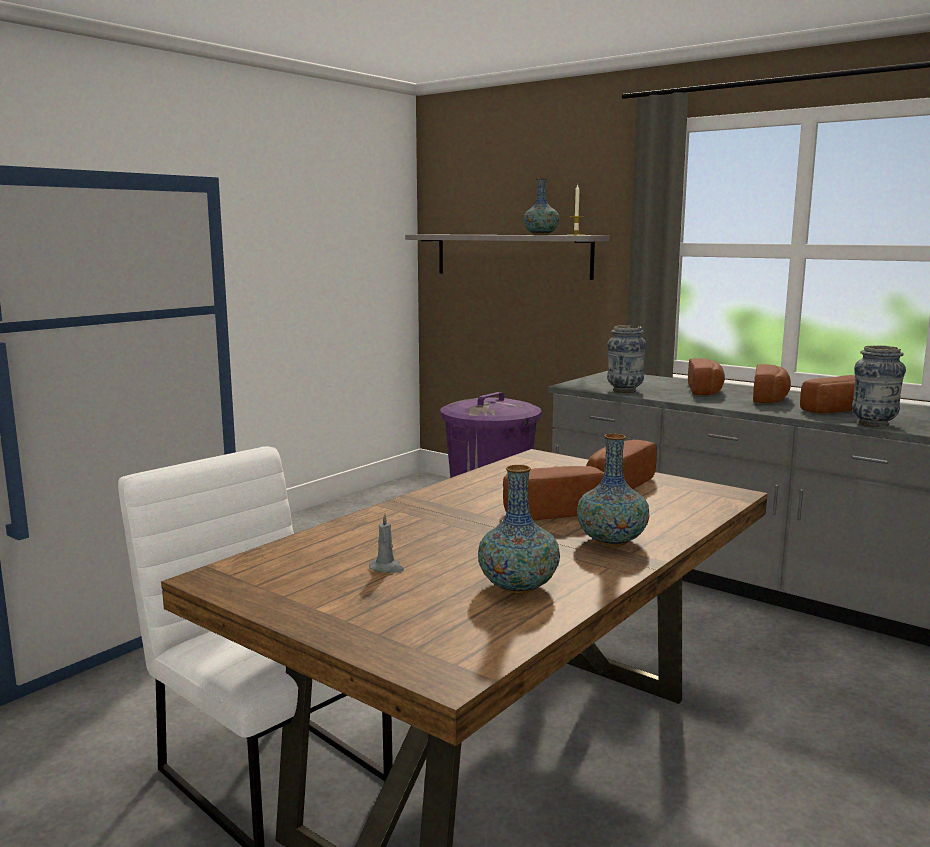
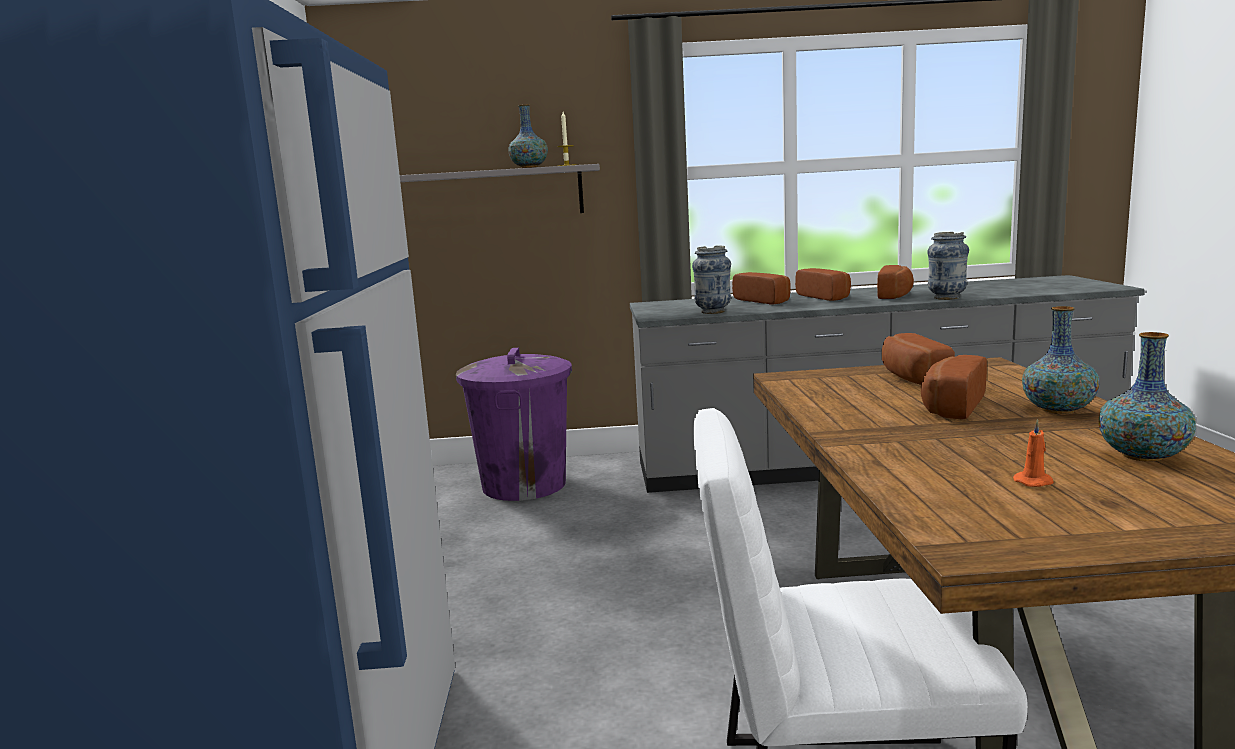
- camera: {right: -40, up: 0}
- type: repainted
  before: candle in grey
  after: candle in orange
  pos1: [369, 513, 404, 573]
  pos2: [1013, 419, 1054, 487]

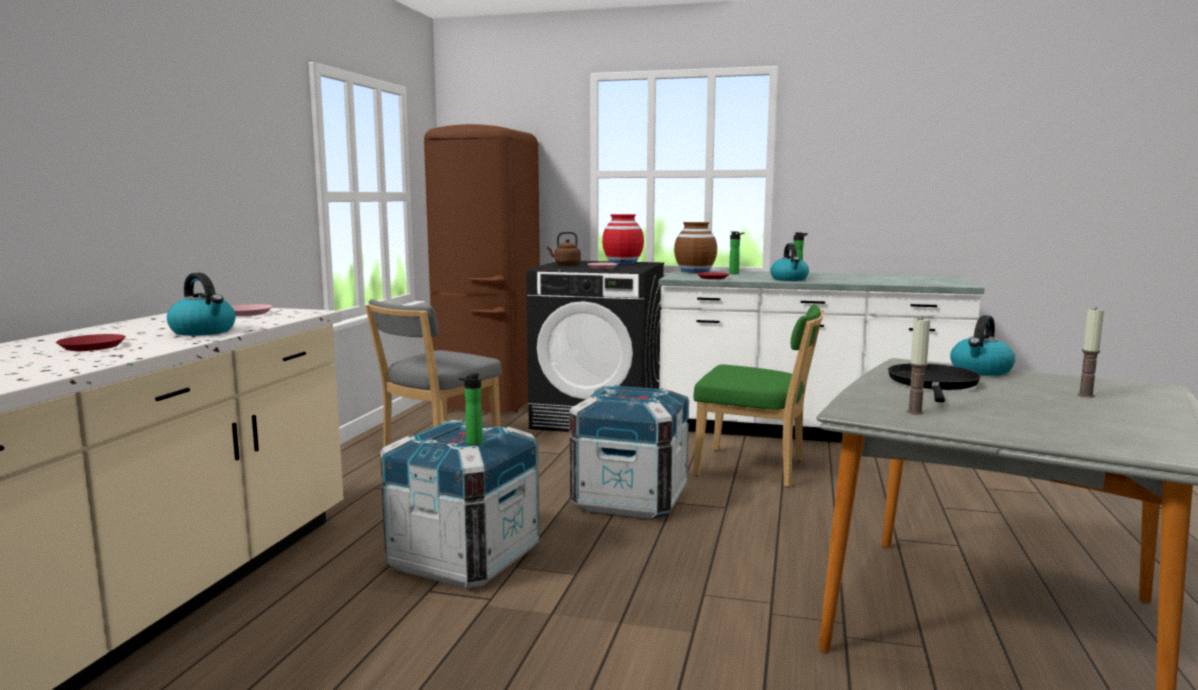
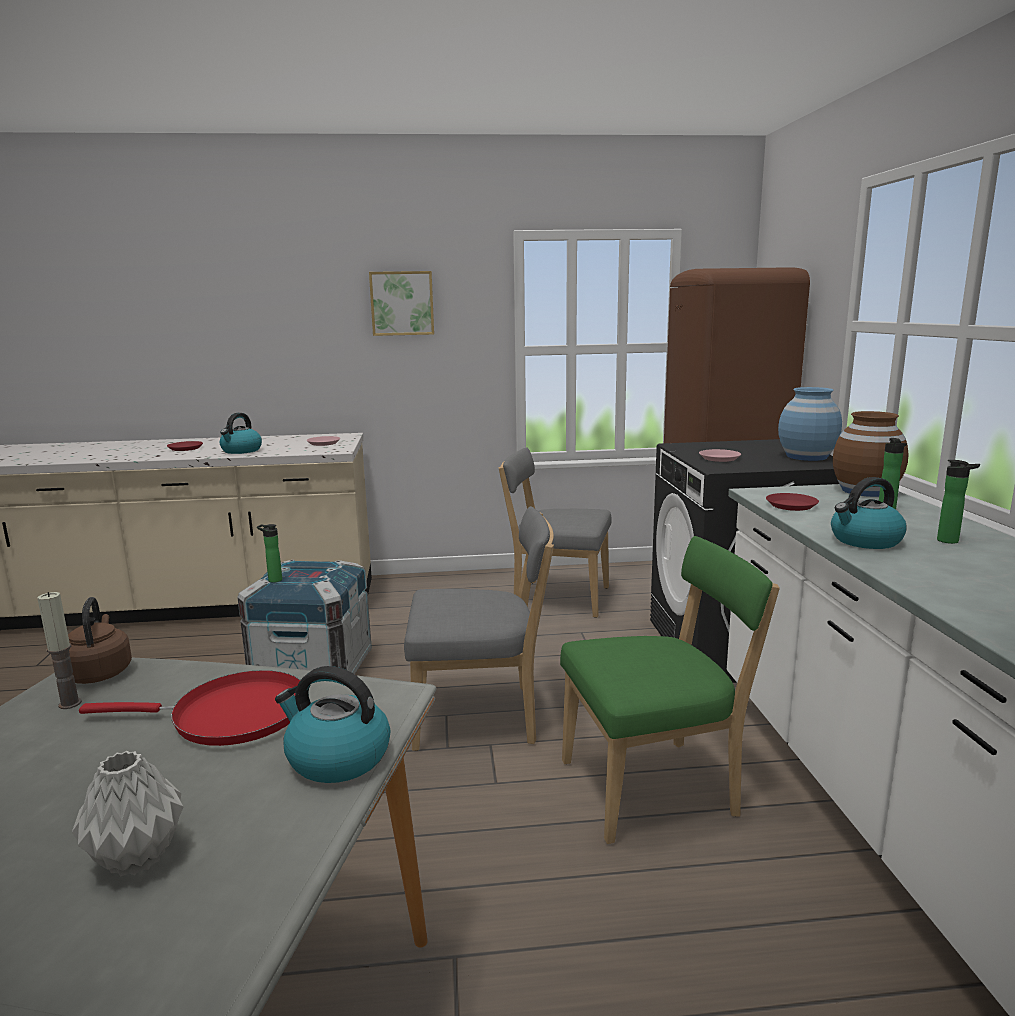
- camera: {right: 70, up: 5}
- type: new
  after: picture
  pos2: [369, 271, 434, 336]
- type: shifted
  before: kettle in brown
  pos1: [547, 232, 581, 265]
  pos2: [68, 597, 132, 684]
- type: swapped
  before: crate
  after: chair in grey
  pos1: [569, 385, 689, 519]
  pos2: [404, 506, 554, 751]
- type: swapped
  before: candle
  after: vase in grey
  pos1: [1077, 307, 1104, 397]
  pos2: [72, 751, 183, 876]
- type: repainted
  before: vase in red
  after: vase in blue
  pos1: [602, 214, 644, 264]
  pos2: [778, 387, 842, 461]
- type: repainted
  before: frying pan in black
  after: frying pan in red
  pos1: [888, 363, 981, 402]
  pos2: [79, 670, 300, 746]
- type: rotated
  before: chair in green
  pos1: [693, 304, 824, 487]
  pos2: [560, 536, 780, 844]
  turn: -105

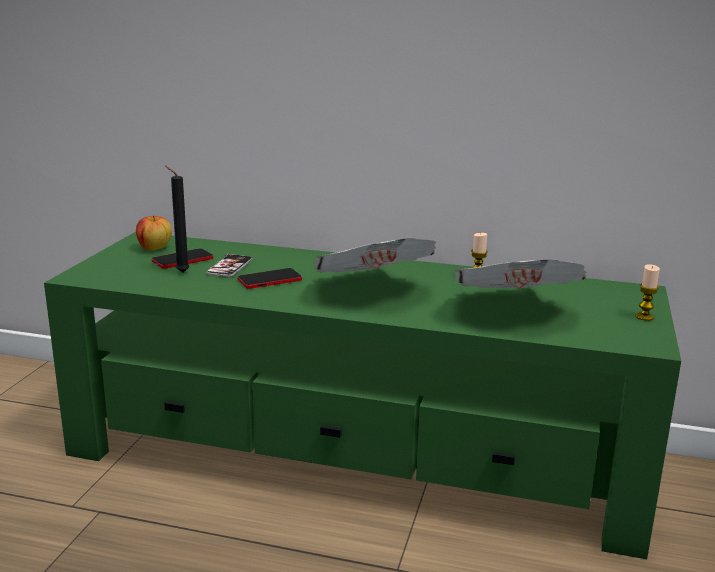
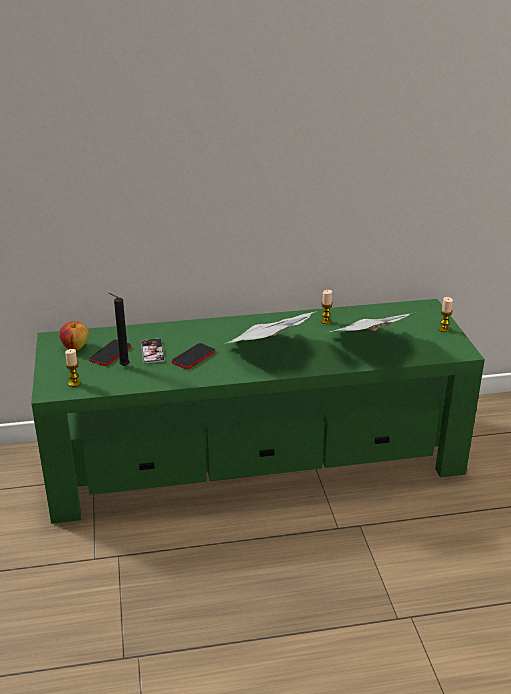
- camera: {right: -25, up: 10}
- type: new
  after: candle
  pos2: [65, 349, 81, 387]

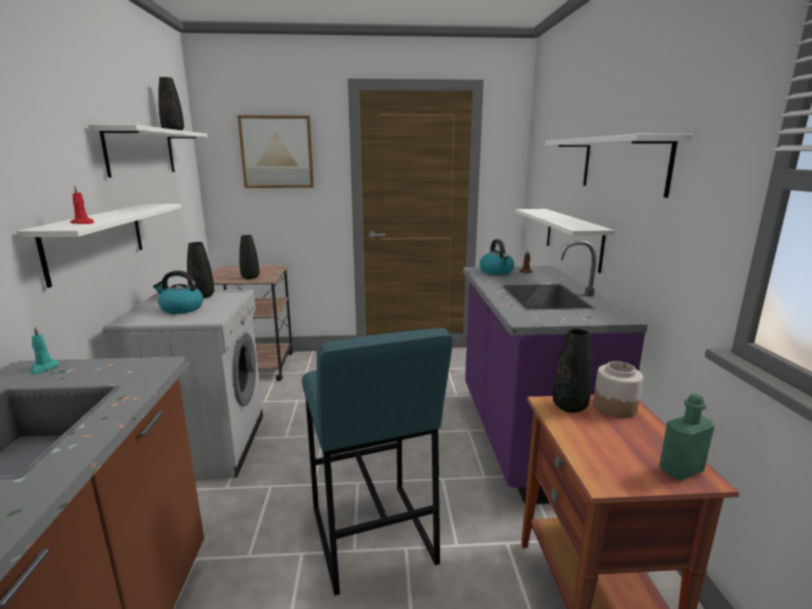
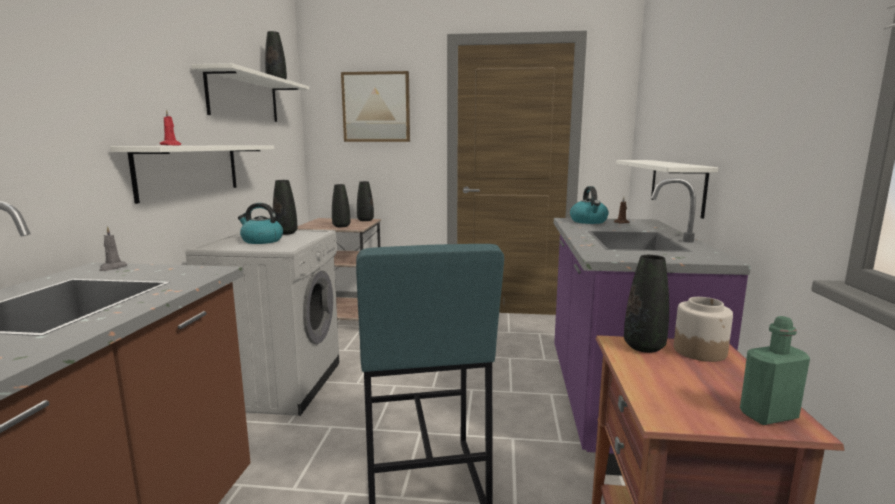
- camera: {right: 10, up: -5}
- type: gone
  before: shelf in white
  pos1: [545, 134, 693, 198]
- type: new
  after: vase in black
  pos2: [357, 181, 374, 221]
- type: repainted
  before: candle in turquoise
  after: candle in grey
  pos1: [30, 326, 60, 374]
  pos2: [99, 226, 128, 271]

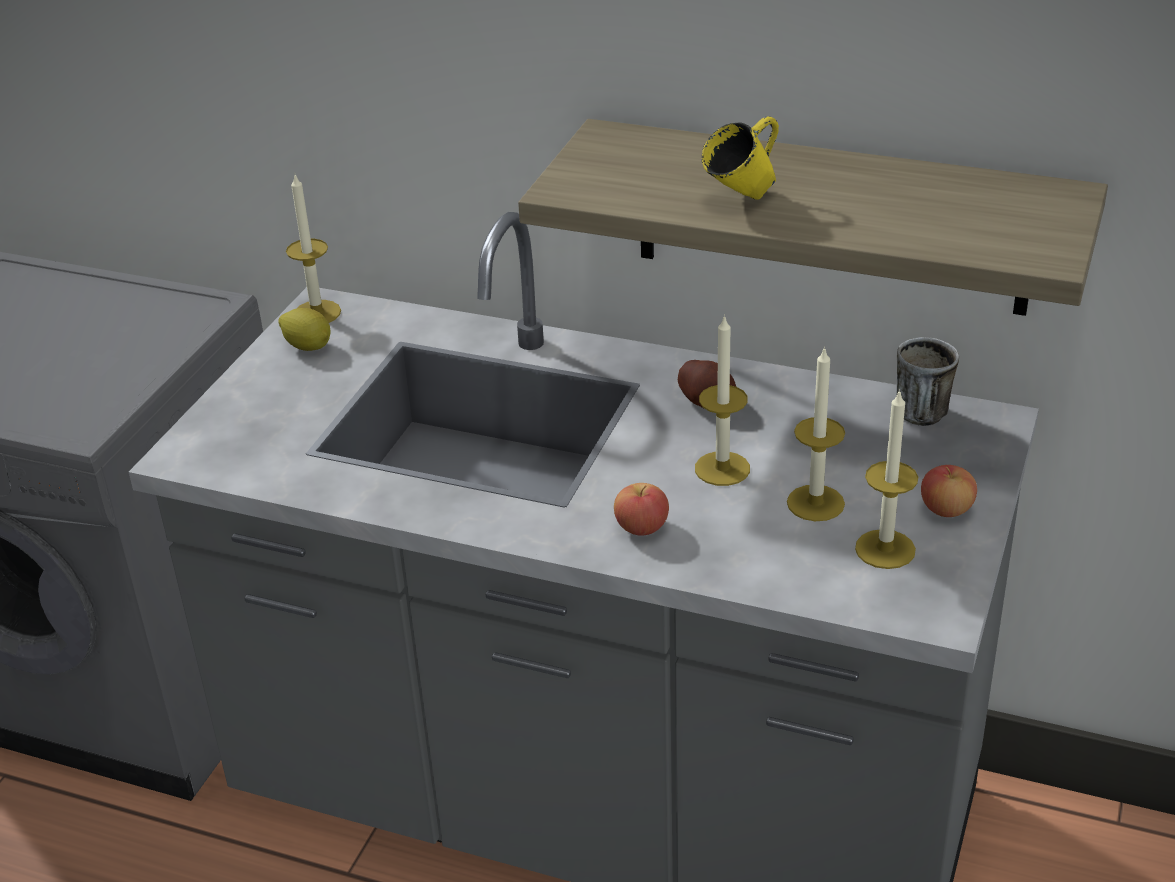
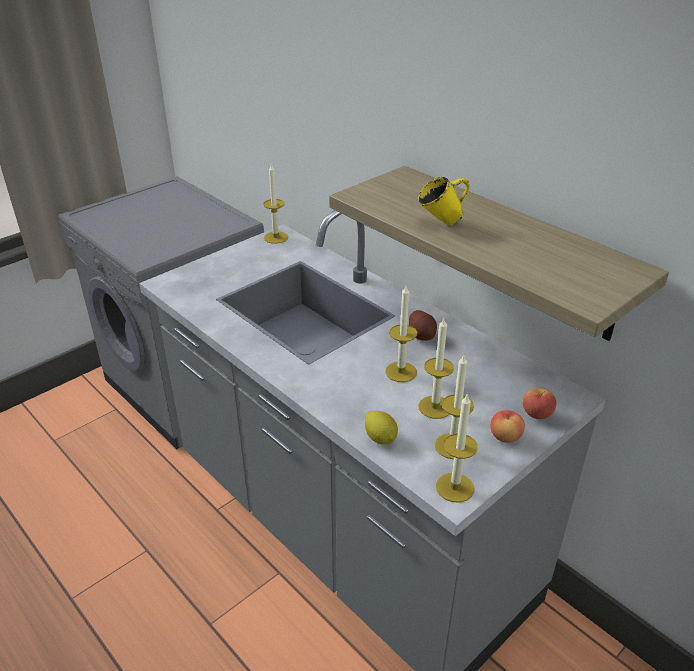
- camera: {right: 25, up: 0}
- type: gone
  before: mug
  pos1: [896, 337, 959, 426]
- type: new
  after: candle
  pos2: [436, 393, 478, 503]
- type: shifted
  before: lemon
  pos1: [278, 308, 330, 351]
  pos2: [365, 411, 398, 445]
- type: shifted
  before: apple
  pos1: [614, 483, 669, 536]
  pos2: [523, 388, 556, 419]

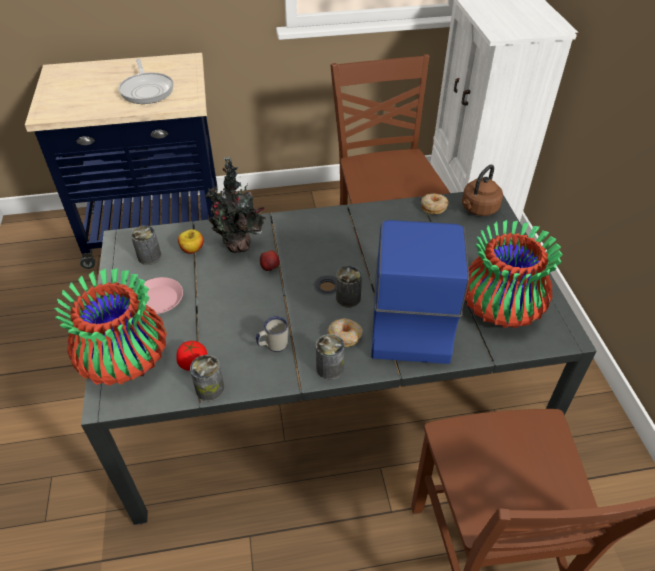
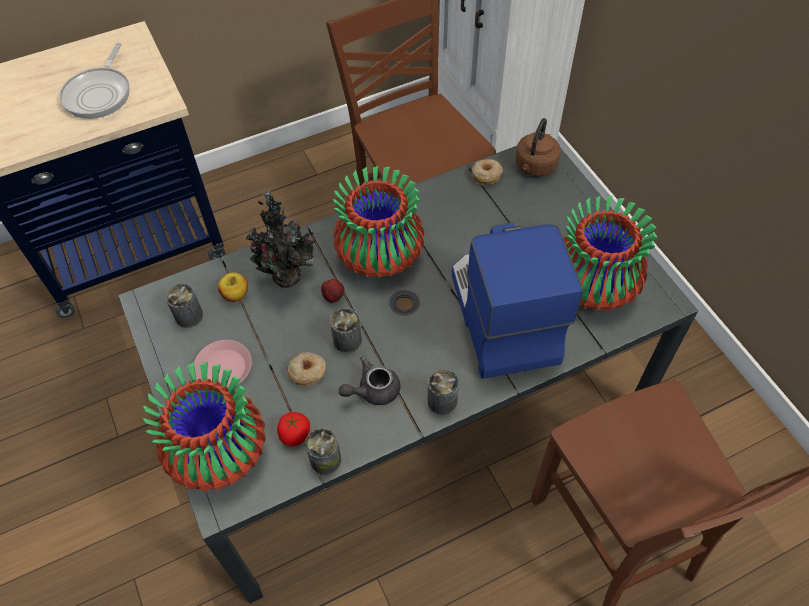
- camera: {right: -15, up: 10}
- type: new
  after: vase
  pos2: [332, 166, 424, 277]
- type: shifted
  before: donut
  pos1: [328, 318, 363, 347]
  pos2: [287, 352, 326, 386]
- type: shifted
  before: can
  pos1: [336, 266, 362, 308]
  pos2: [330, 308, 362, 353]
- type: swapped
  before: mug in white
  after: teapot in grey
  pos1: [256, 316, 288, 352]
  pos2: [339, 356, 400, 405]
- type: rotated
  before: frying pan
  pos1: [118, 59, 174, 104]
  pos2: [59, 43, 130, 119]
  turn: 45

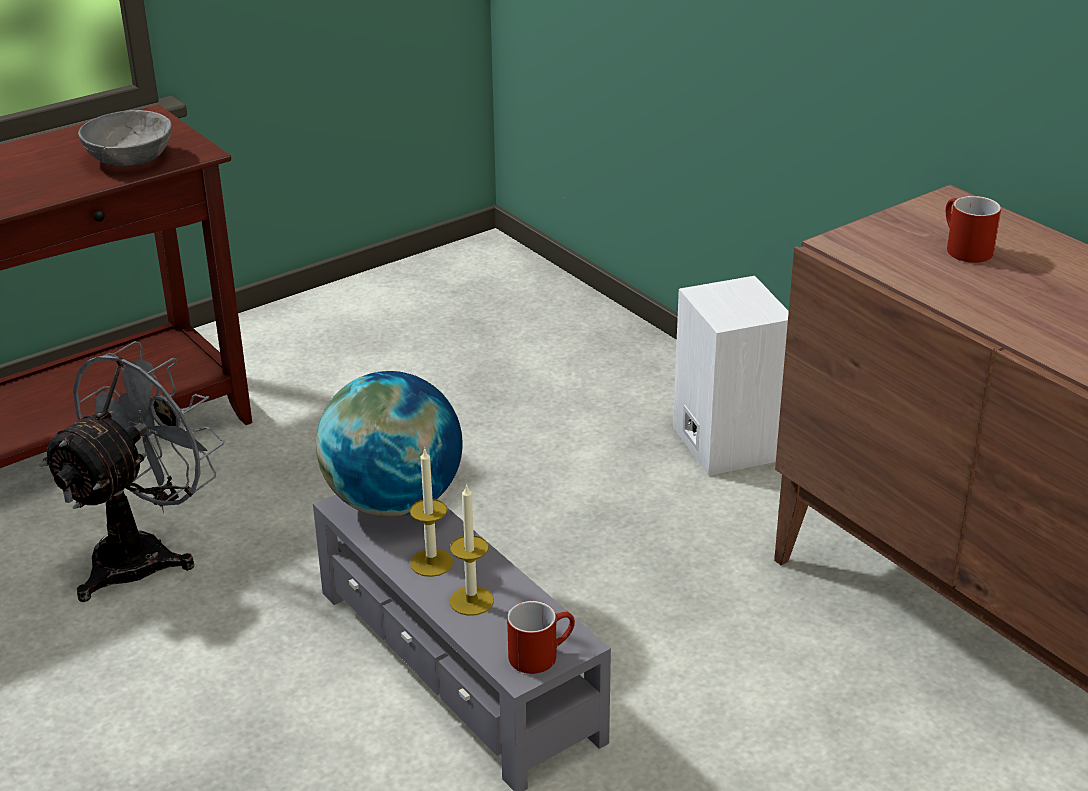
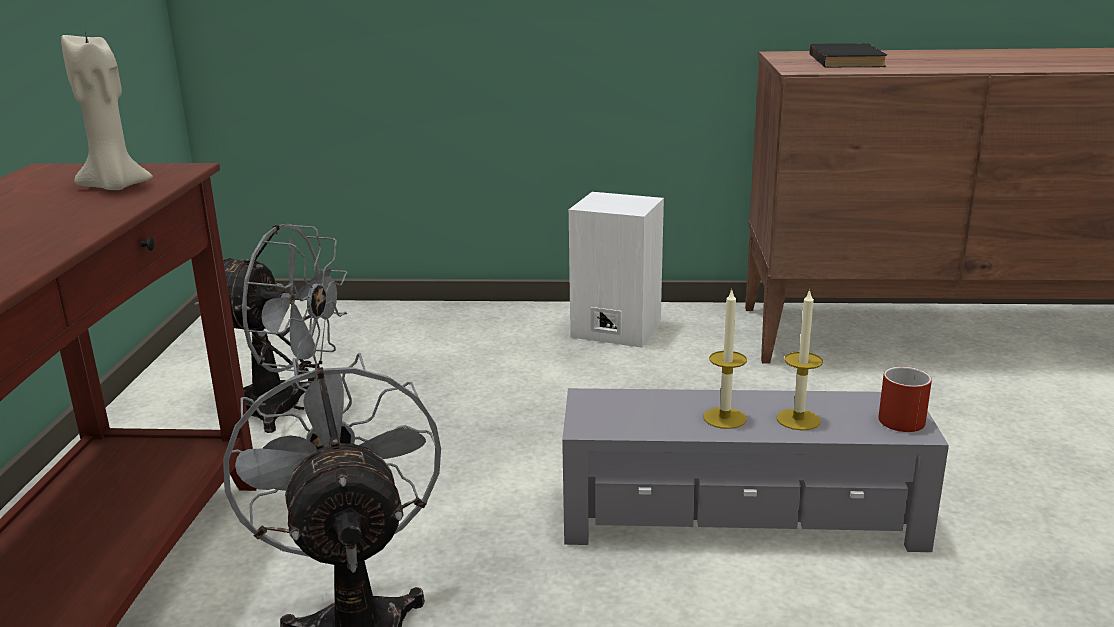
- camera: {right: -50, up: -10}
- type: gone
  before: globe
  pos1: [316, 371, 463, 517]
- type: new
  after: fan in grey
  pos2: [194, 224, 348, 433]
- type: swapped
  before: bowl in grey
  after: candle in beige
  pos1: [78, 110, 172, 167]
  pos2: [61, 31, 153, 190]
- type: swapped
  before: mug in red
  after: book in black
  pos1: [946, 196, 1001, 263]
  pos2: [809, 43, 887, 67]

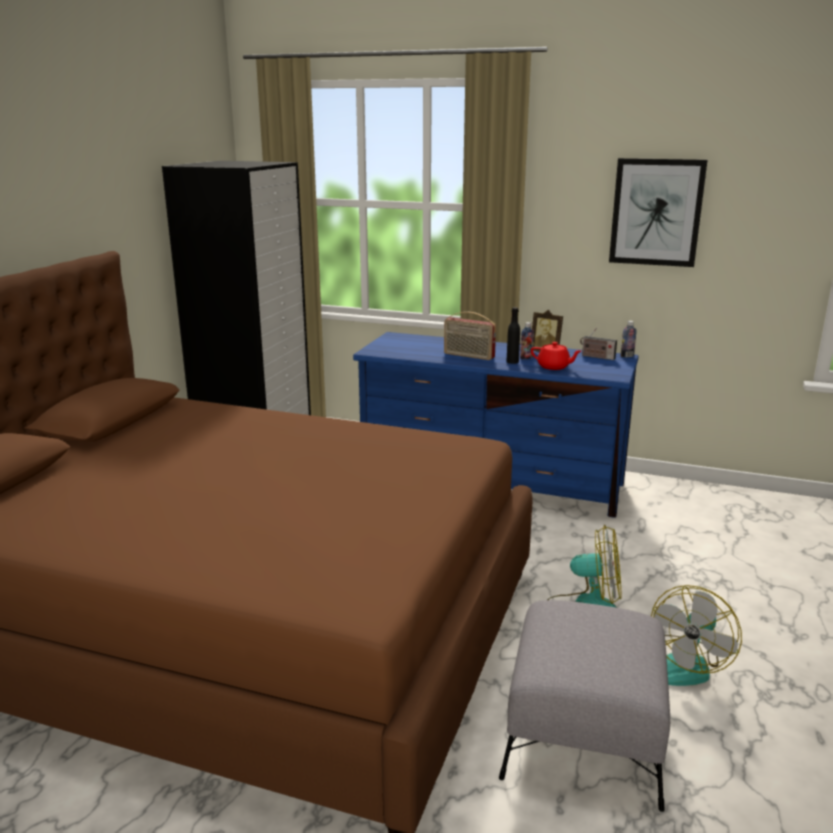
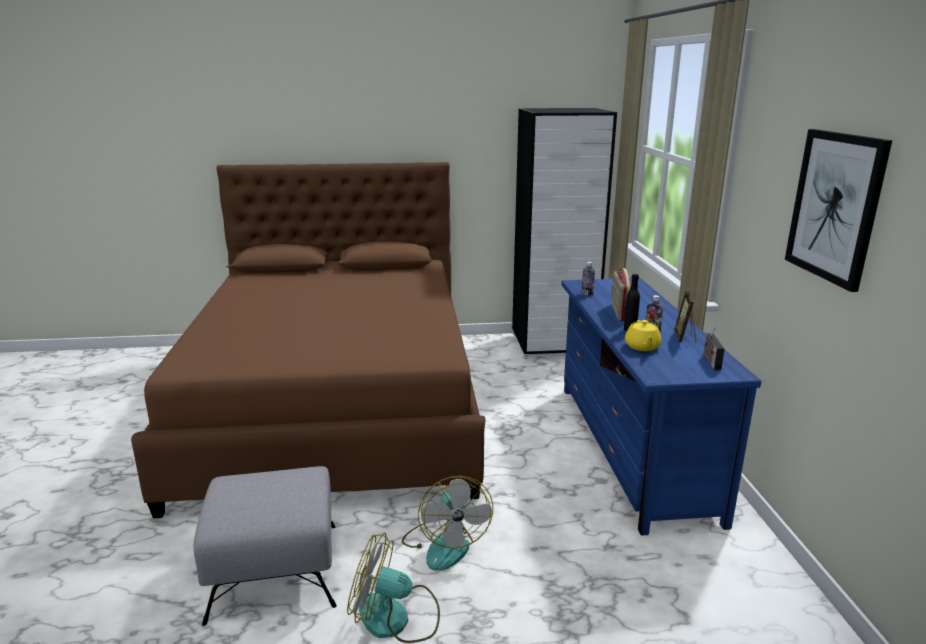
- camera: {right: 65, up: 0}
- type: shifted
  before: bottle
  pos1: [621, 321, 637, 357]
  pos2: [581, 262, 595, 296]
- type: repainted
  before: teapot in red
  after: teapot in yellow
  pos1: [531, 342, 581, 370]
  pos2: [625, 320, 662, 351]

